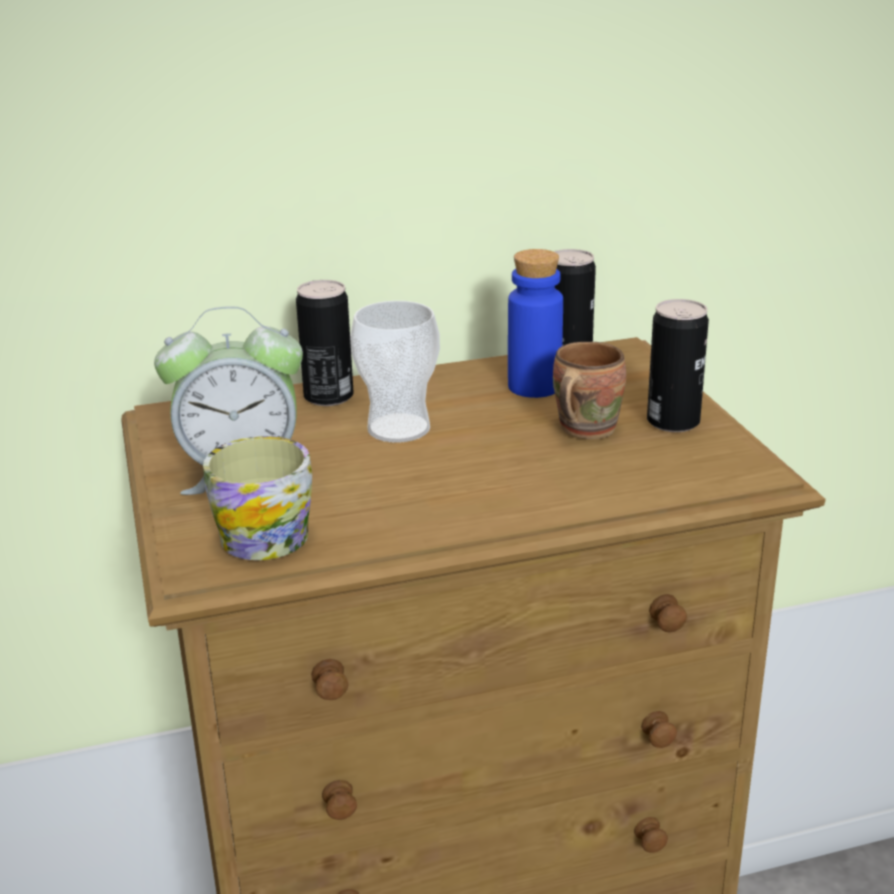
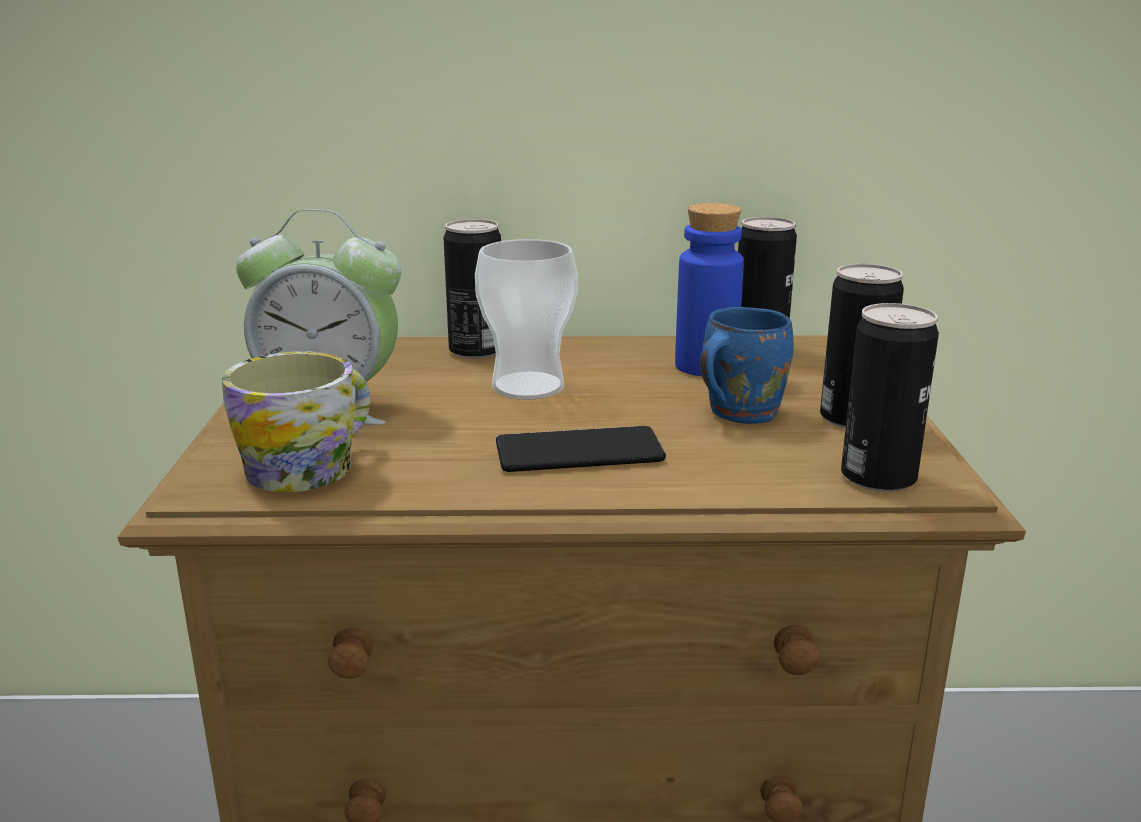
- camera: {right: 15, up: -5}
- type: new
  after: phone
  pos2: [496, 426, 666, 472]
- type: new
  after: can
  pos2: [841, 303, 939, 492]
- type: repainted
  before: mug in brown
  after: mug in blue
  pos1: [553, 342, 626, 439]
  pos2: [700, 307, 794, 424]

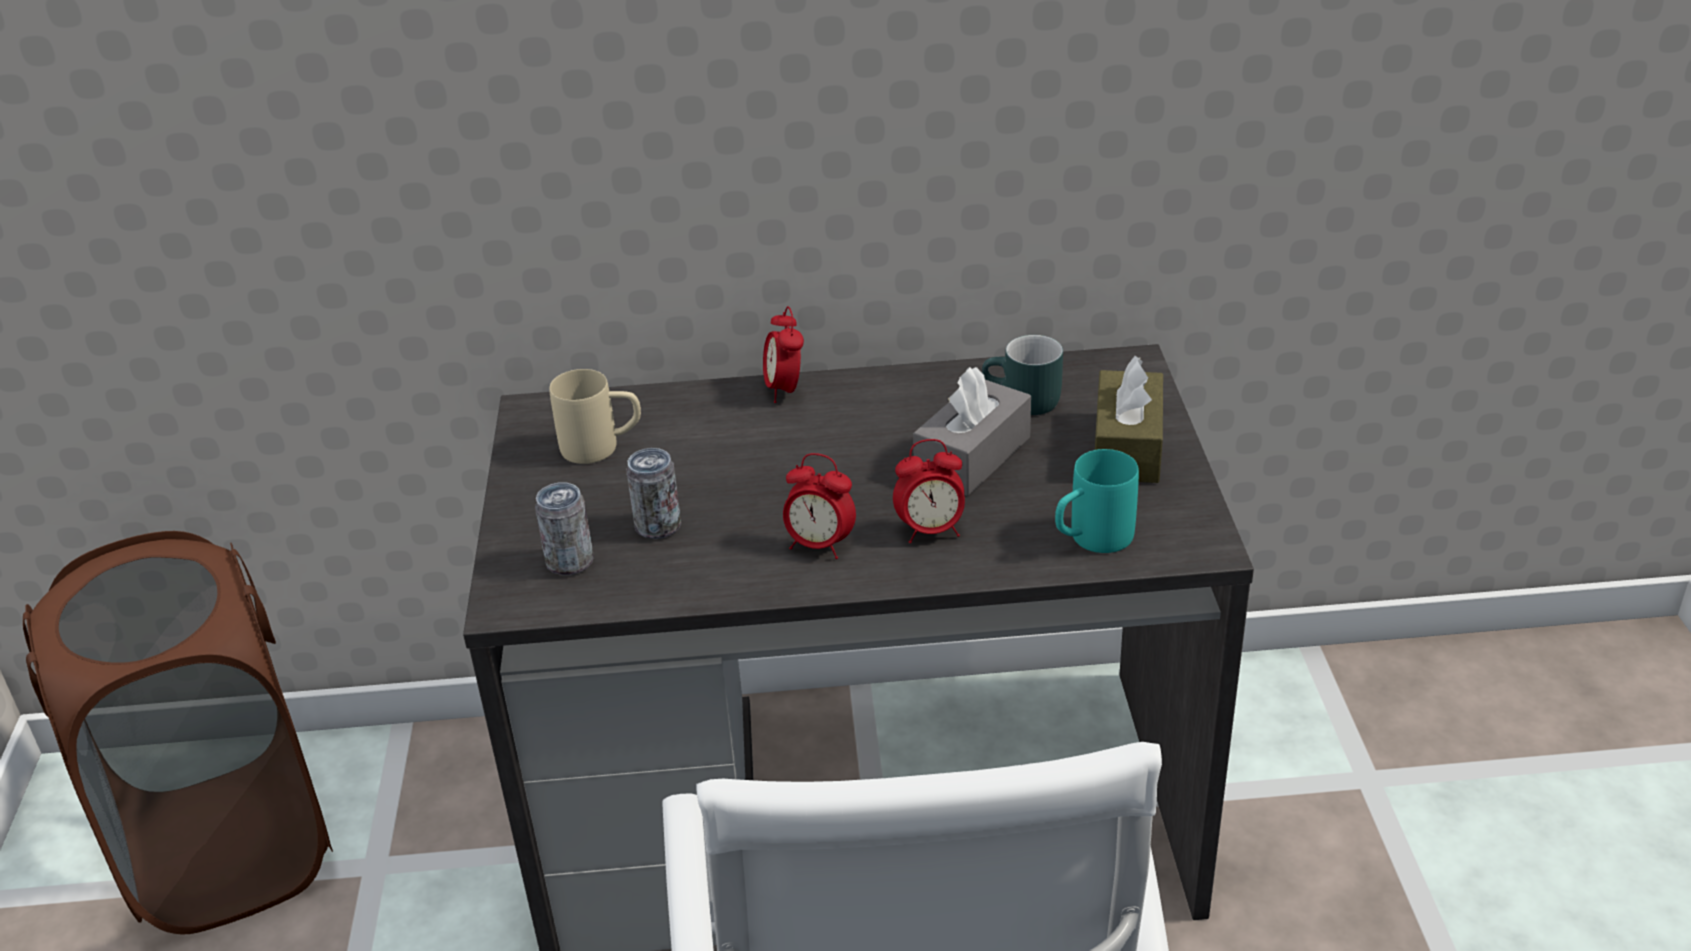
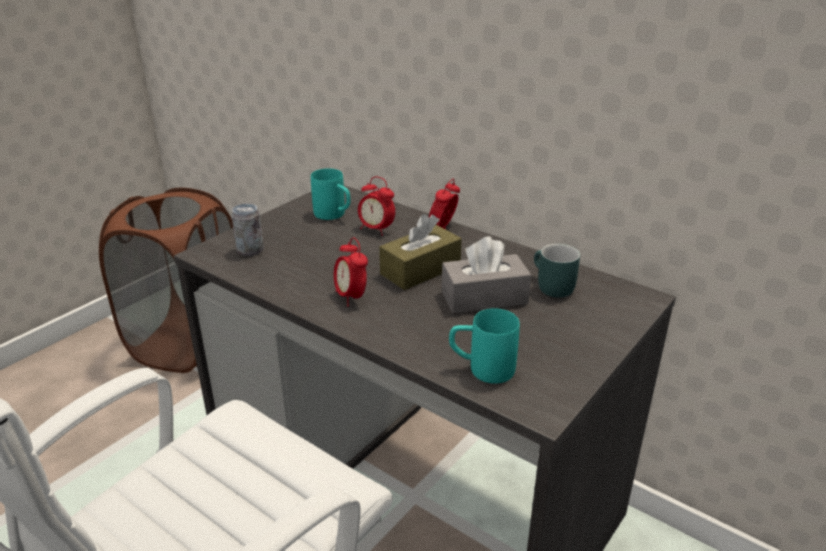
- camera: {right: 40, up: -5}
- type: gone
  before: can
  pos1: [626, 448, 681, 539]
- type: shifted
  before: alarm clock
  pos1: [893, 439, 965, 543]
  pos2: [358, 177, 395, 236]
- type: shifted
  before: tissue box in brown
  pos1: [1095, 356, 1163, 483]
  pos2: [379, 214, 462, 290]
- type: repainted
  before: mug in beige
  after: mug in turquoise
  pos1: [549, 369, 641, 464]
  pos2: [311, 168, 351, 220]

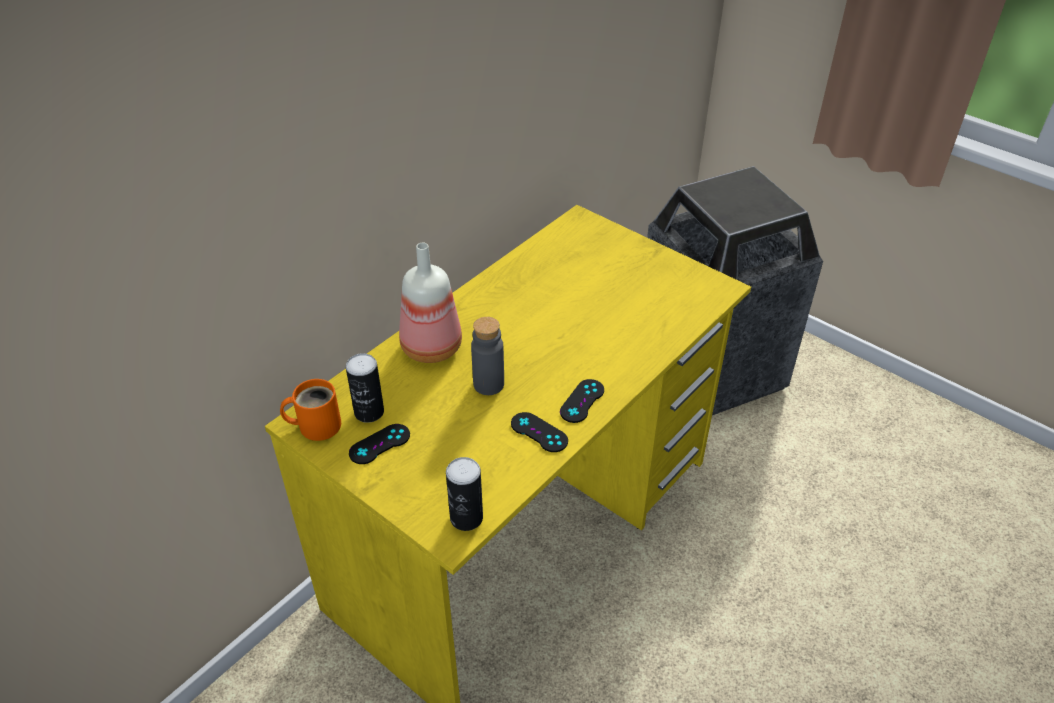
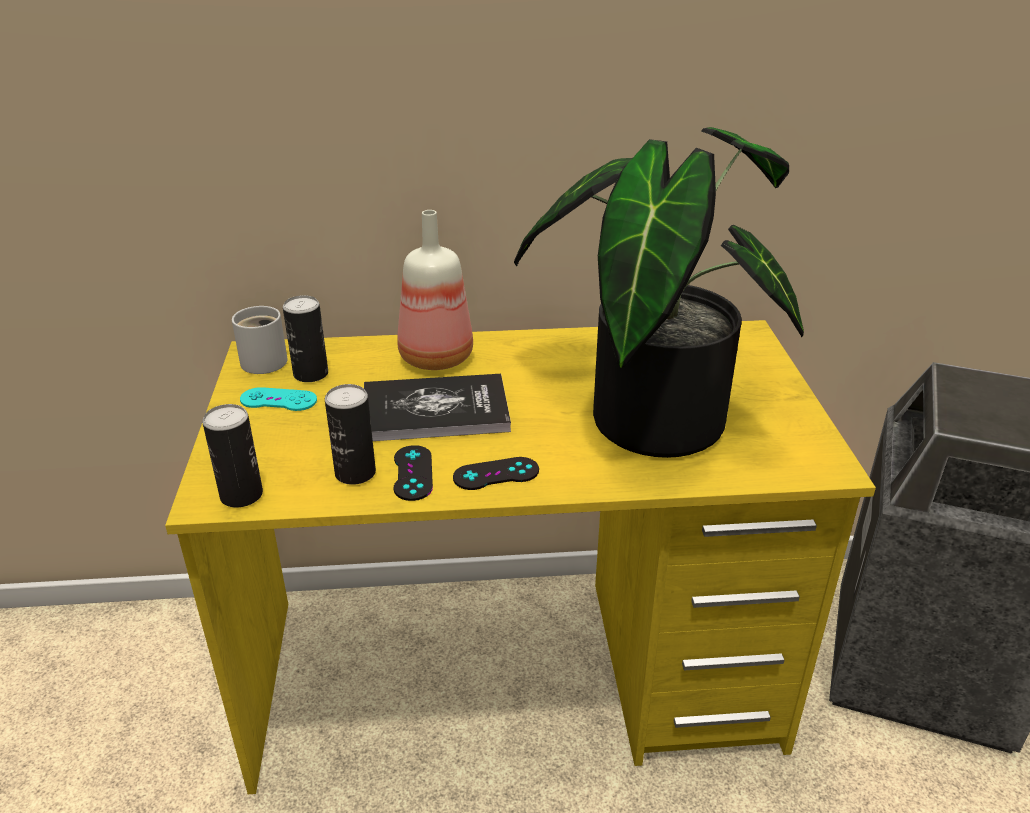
- camera: {right: 45, up: -10}
- type: new
  after: can
  pos2: [325, 384, 376, 485]
- type: new
  after: potted plant
  pos2: [514, 127, 804, 458]
- type: swapped
  before: bottle in grey
  after: book
  pos1: [471, 317, 504, 395]
  pos2: [364, 374, 511, 441]
- type: repainted
  before: mug in orange
  after: mug in white
  pos1: [280, 379, 341, 441]
  pos2: [232, 306, 288, 374]
- type: repainted
  before: game controller in black
  after: game controller in turquoise
  pos1: [349, 424, 410, 464]
  pos2: [240, 387, 317, 411]

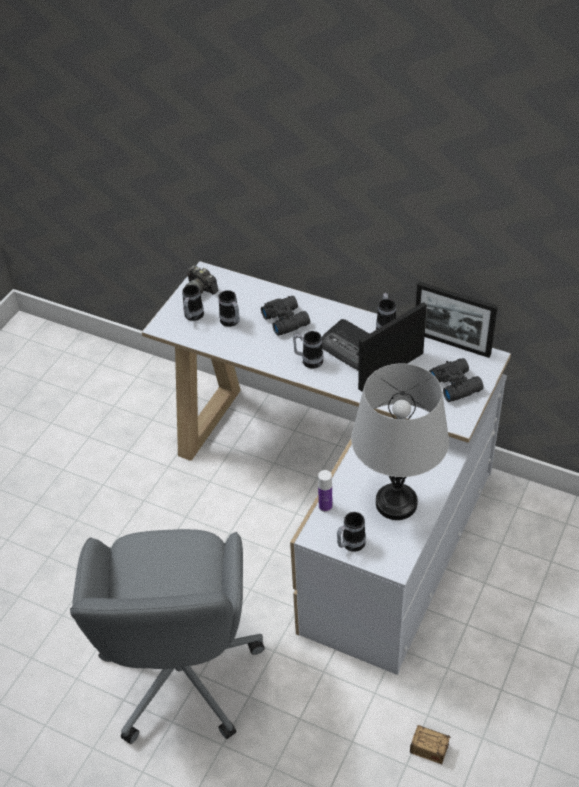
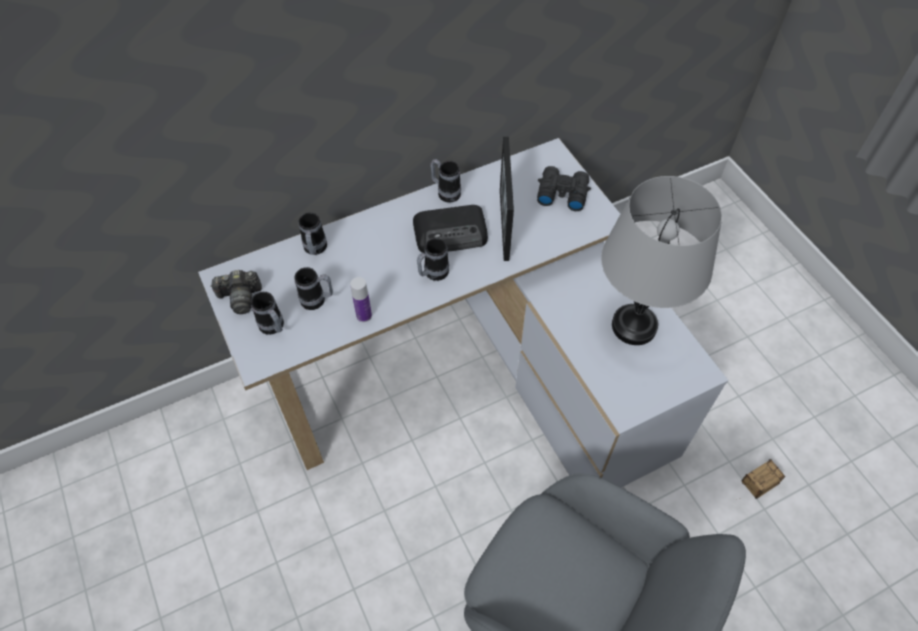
- camera: {right: -55, up: 10}
- type: gone
  before: binoculars in black
  pos1: [261, 296, 310, 336]
- type: gone
  before: picture frame
  pos1: [416, 282, 498, 358]
- type: shifted
  before: bottle
  pos1: [318, 470, 332, 512]
  pos2: [350, 277, 372, 322]
- type: shifted
  before: mug
  pos1: [337, 512, 366, 552]
  pos2: [298, 213, 327, 255]

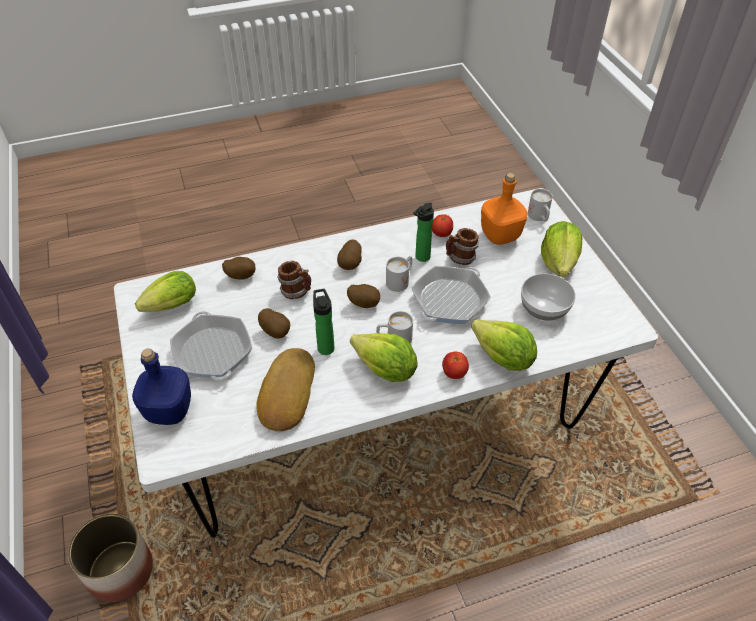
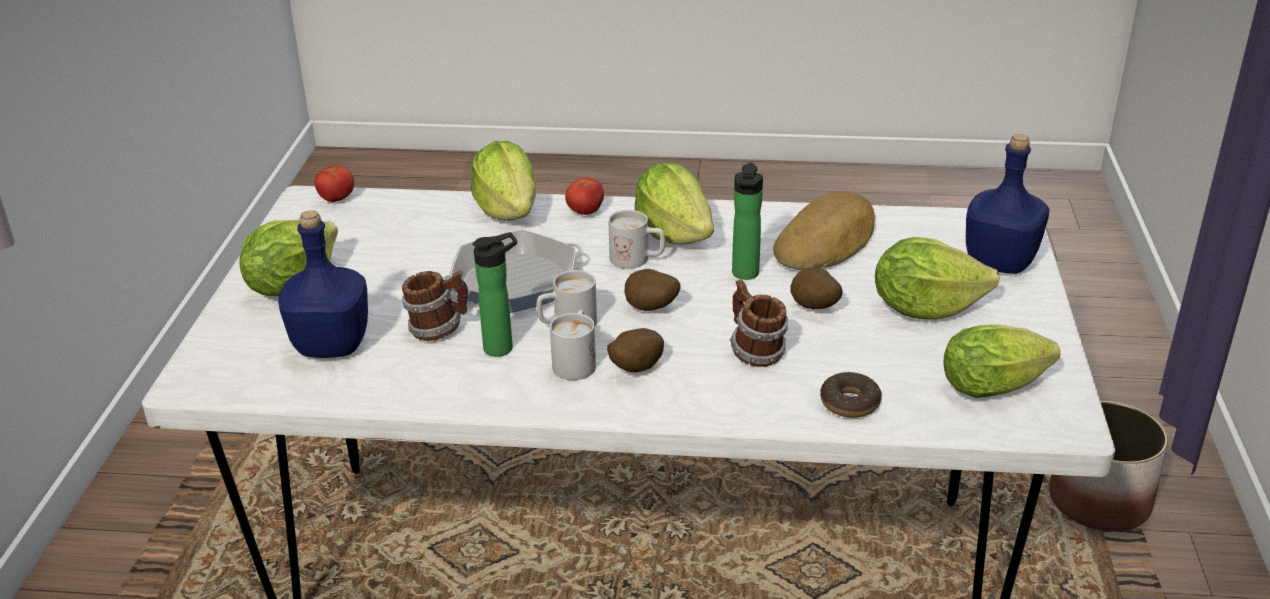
- camera: {right: -155, up: -15}
- type: gone
  before: bowl
  pos1: [521, 274, 575, 321]
- type: shifted
  before: tomato
  pos1: [432, 214, 453, 237]
  pos2: [314, 166, 354, 202]
- type: shifted
  before: mug in white
  pos1: [528, 189, 553, 222]
  pos2: [550, 310, 596, 380]
- type: swapped
  before: frying pan
  after: lettuce
  pos1: [170, 311, 252, 380]
  pos2: [875, 237, 1000, 320]
- type: swapped
  before: potato
  after: donut
  pos1: [222, 257, 256, 280]
  pos2: [820, 372, 882, 418]
- type: repainted
  before: bottle in orange
  after: bottle in blue
  pos1: [481, 173, 528, 245]
  pos2: [278, 210, 368, 358]

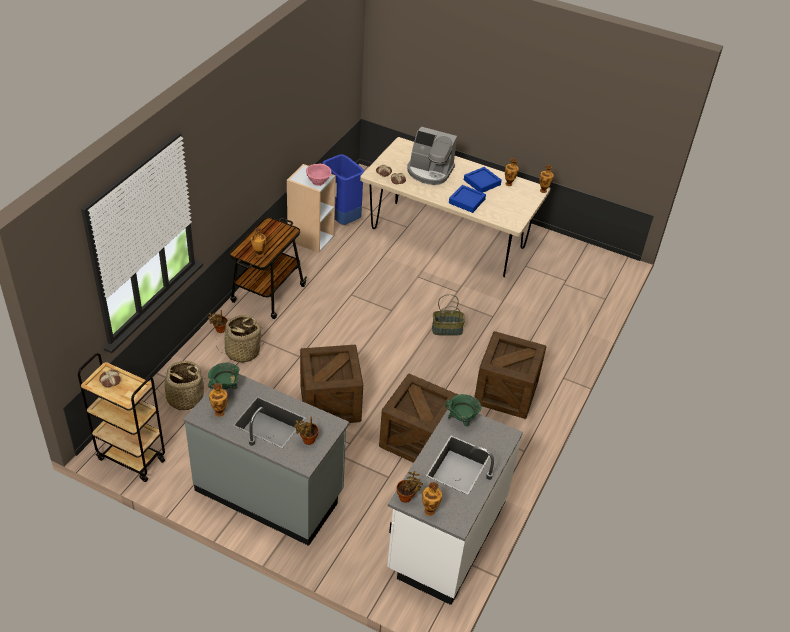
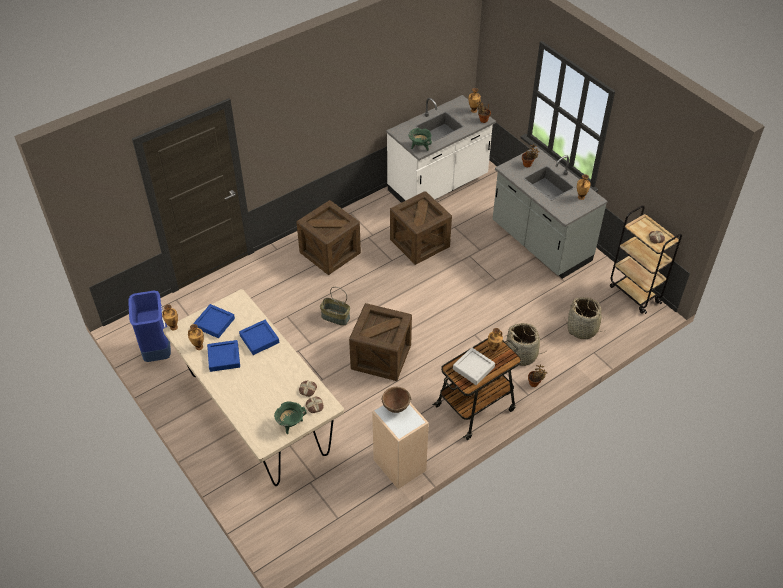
- camera: {right: -150, up: 5}
- type: gone
  before: coffee machine
  pos1: [407, 127, 457, 185]
- type: new
  after: tray in blue
  pos2: [193, 304, 235, 338]
- type: new
  after: tray in grey
  pos2: [453, 348, 495, 385]
- type: shifted
  before: cooking pot in green
  pos1: [208, 363, 240, 389]
  pos2: [274, 401, 307, 434]
- type: shifted
  before: crate
  pos1: [300, 345, 363, 423]
  pos2: [349, 303, 412, 381]
- type: shifted
  before: trash can in blue
  pos1: [322, 154, 365, 225]
  pos2: [128, 291, 171, 362]
- type: repainted
  before: bowl in pink
  after: bowl in brown
  pos1: [306, 164, 331, 186]
  pos2: [381, 387, 411, 413]

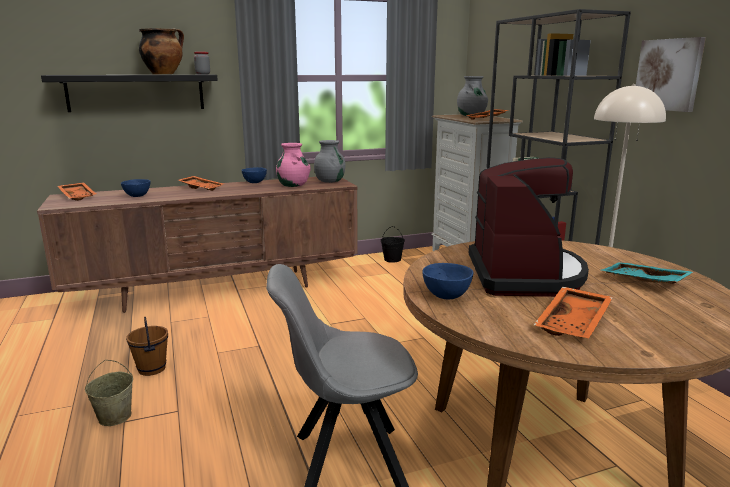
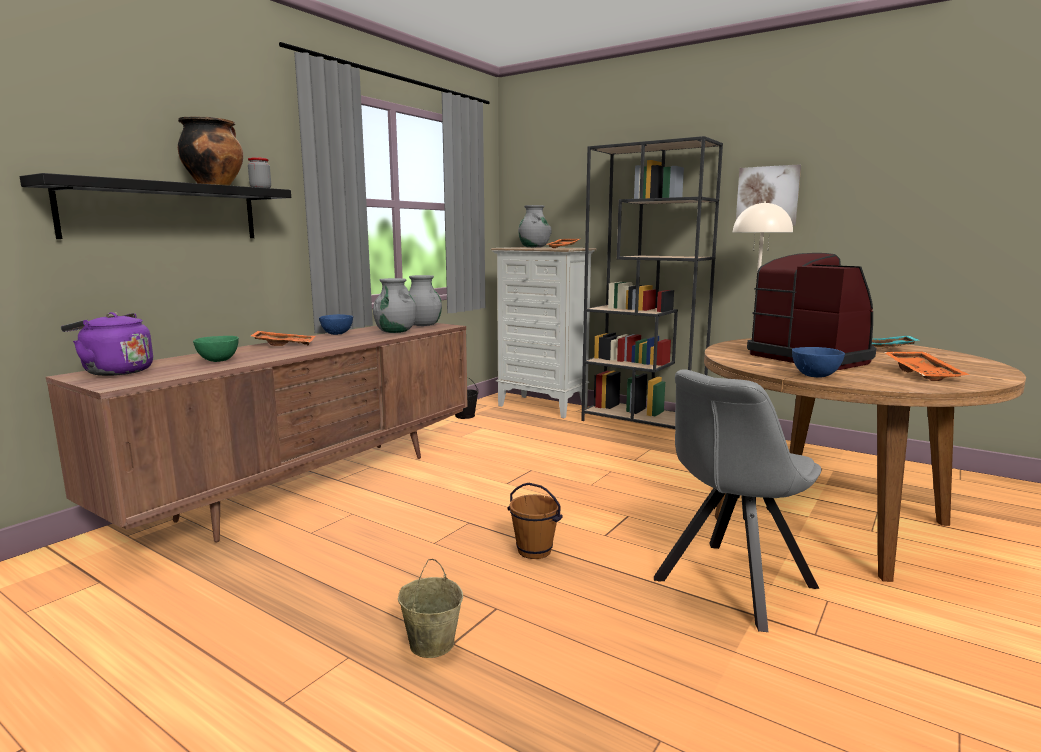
- camera: {right: -35, up: -5}
- type: shifted
  before: bucket in brown
  pos1: [126, 317, 168, 376]
  pos2: [508, 483, 563, 559]
- type: swapped
  before: tray in orange
  after: kettle in purple
  pos1: [57, 182, 96, 201]
  pos2: [61, 312, 153, 376]
- type: repainted
  before: bowl in blue
  after: bowl in green
  pos1: [121, 179, 150, 197]
  pos2: [193, 336, 239, 362]
- type: repainted
  before: vase in pink
  after: vase in grey
  pos1: [276, 143, 311, 187]
  pos2: [373, 278, 417, 333]

